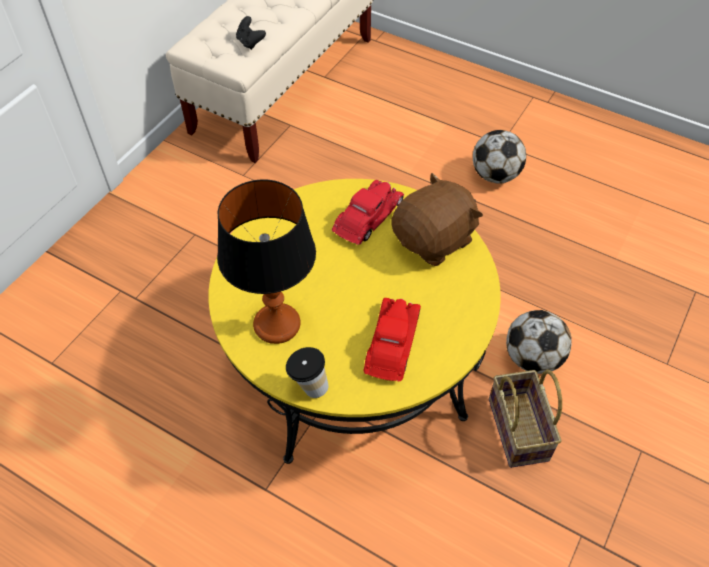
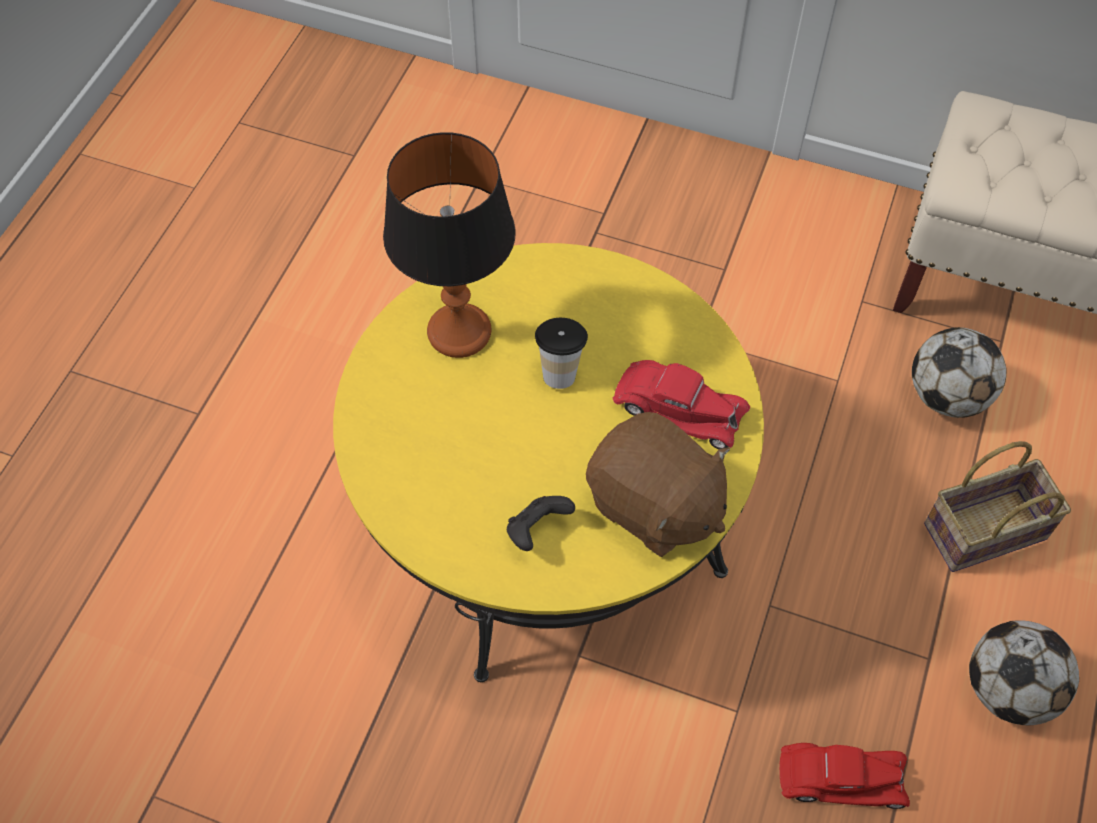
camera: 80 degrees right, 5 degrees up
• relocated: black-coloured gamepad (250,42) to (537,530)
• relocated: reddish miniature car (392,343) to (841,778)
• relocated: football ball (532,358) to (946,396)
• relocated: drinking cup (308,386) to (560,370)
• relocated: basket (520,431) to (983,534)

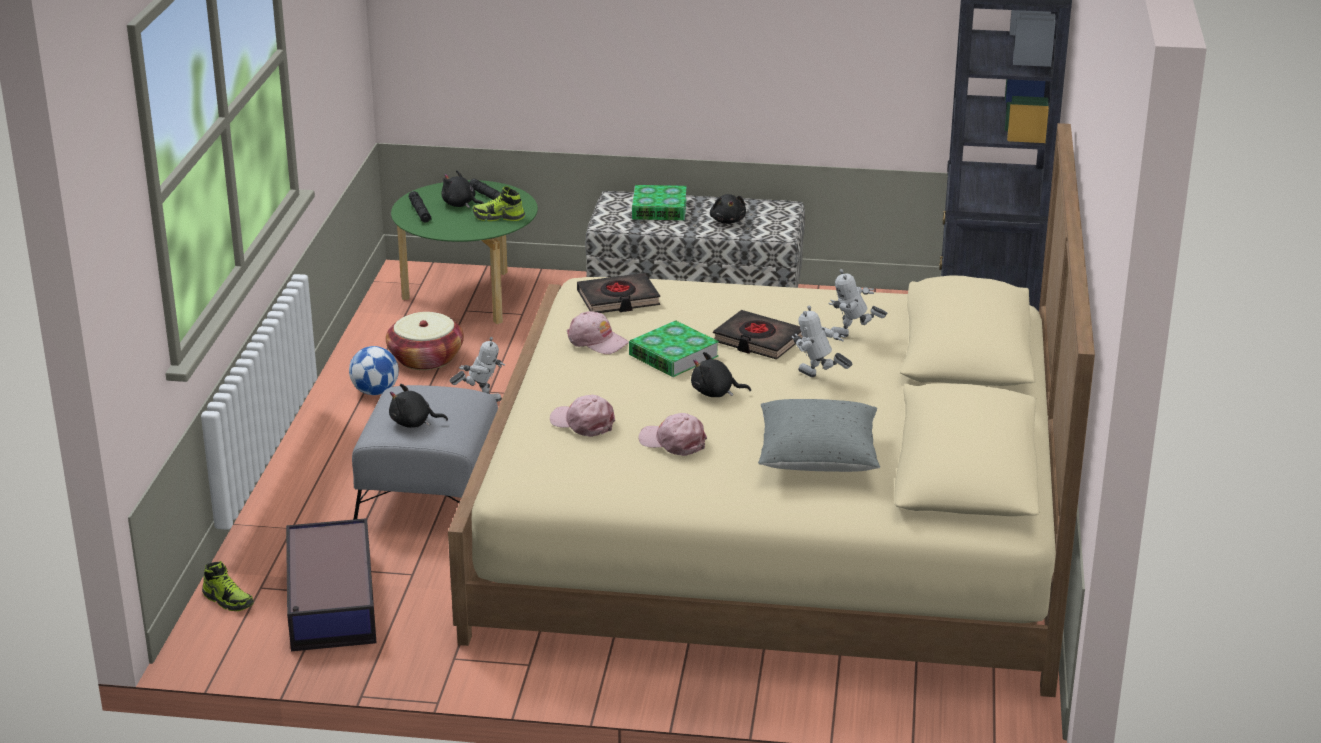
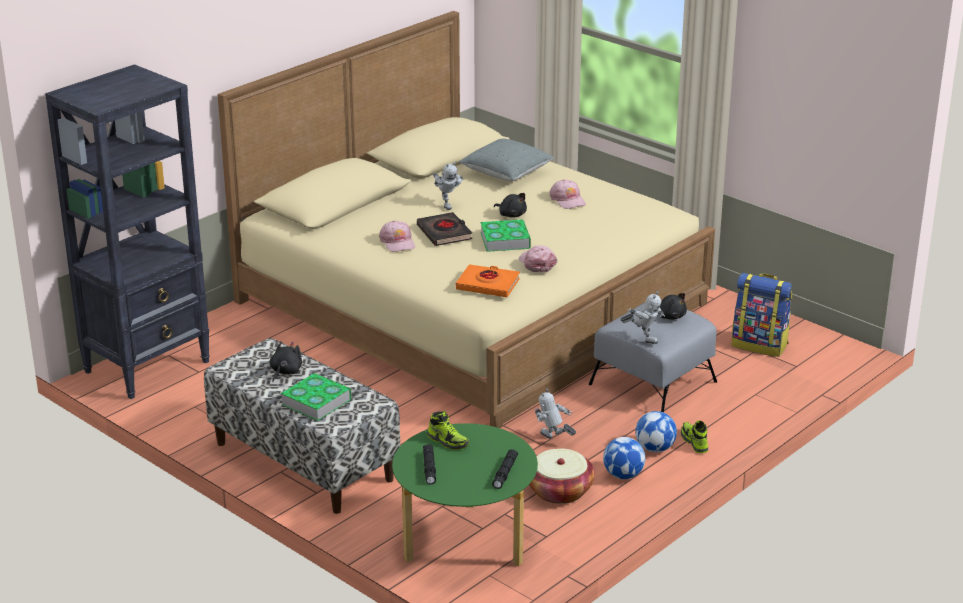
camera: 145 degrees left, 0 degrees up
• missing: black-coloured cuddly toy (460,204)
• relocated: robot figure (854,337) to (643,339)
• colour: black-coloured book (618,299) to orangey book (488,285)
• relocated: pink baseball cap (583,423) to (398,242)
• exchanged: storage container (331,602) to backpack (760,345)
• relocated: item of footwear (228,600) to (694,442)
• appeared: football ball (655,448)

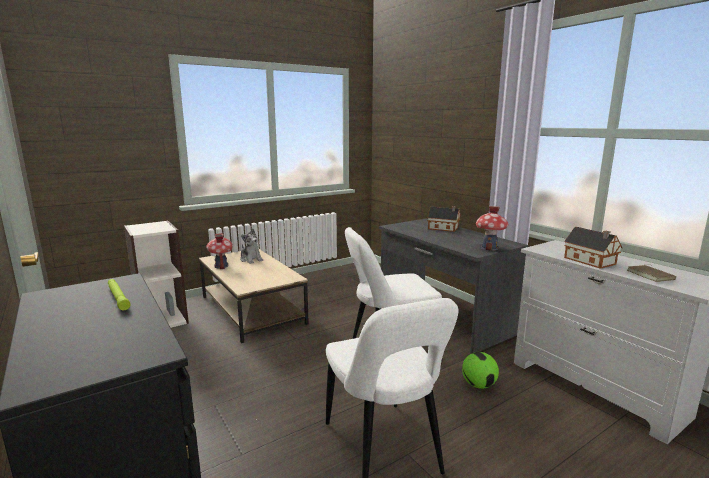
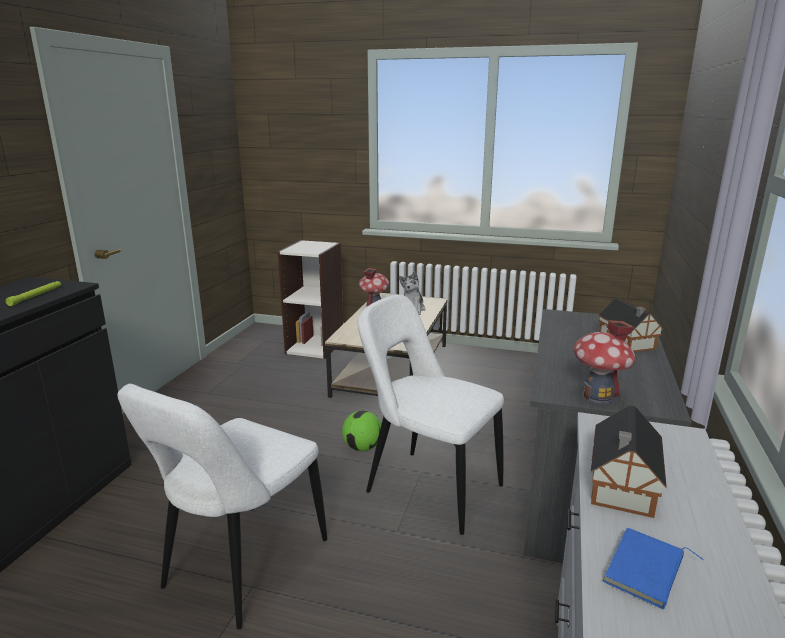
camera: 50 degrees right, 5 degrees up
• colour: brown-coloured book (651,275) to blue book (646,572)
• relocated: football ball (478,385) to (362,447)

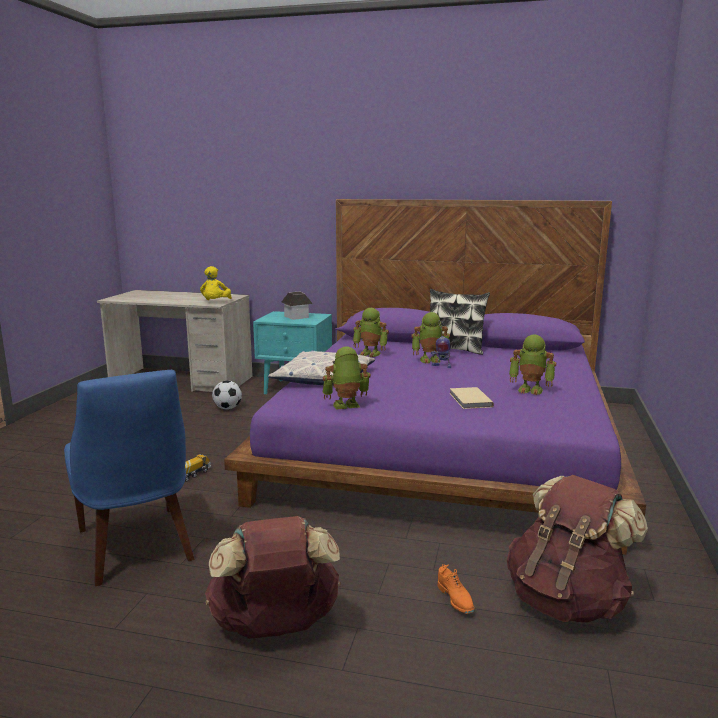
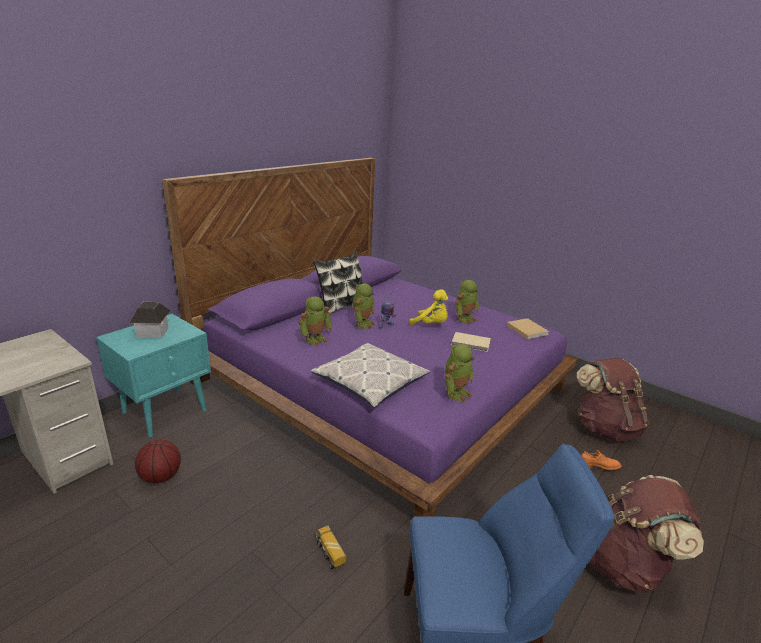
camera: 65 degrees left, 10 degrees up
• relocated: yellowish cuddly toy (215,303) to (431,325)
• spun: robot figure (346,406) = (456,393) 150 degrees counterclockwise
• exchanged: football ball (227,408) to basketball (160,476)
• appeared: beige-coloured book (526,329)

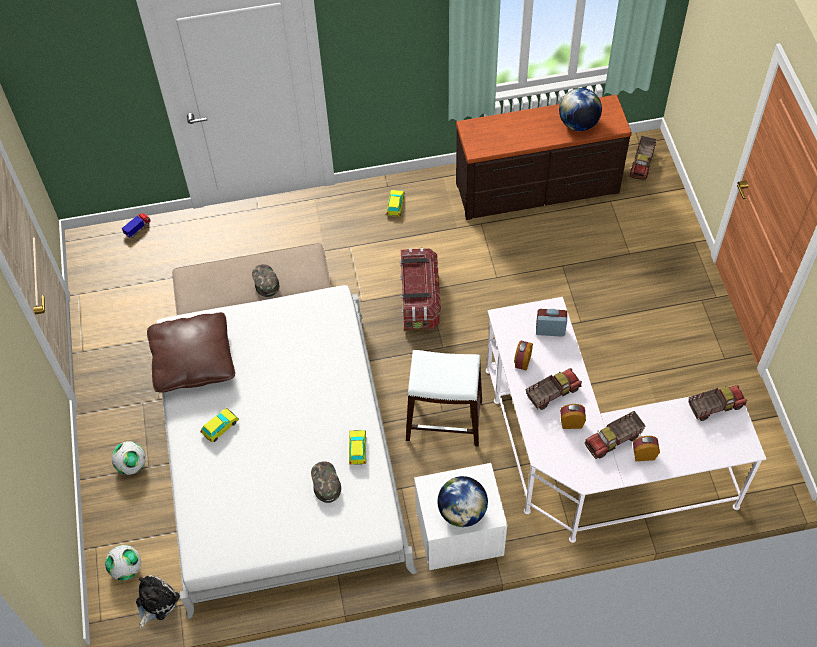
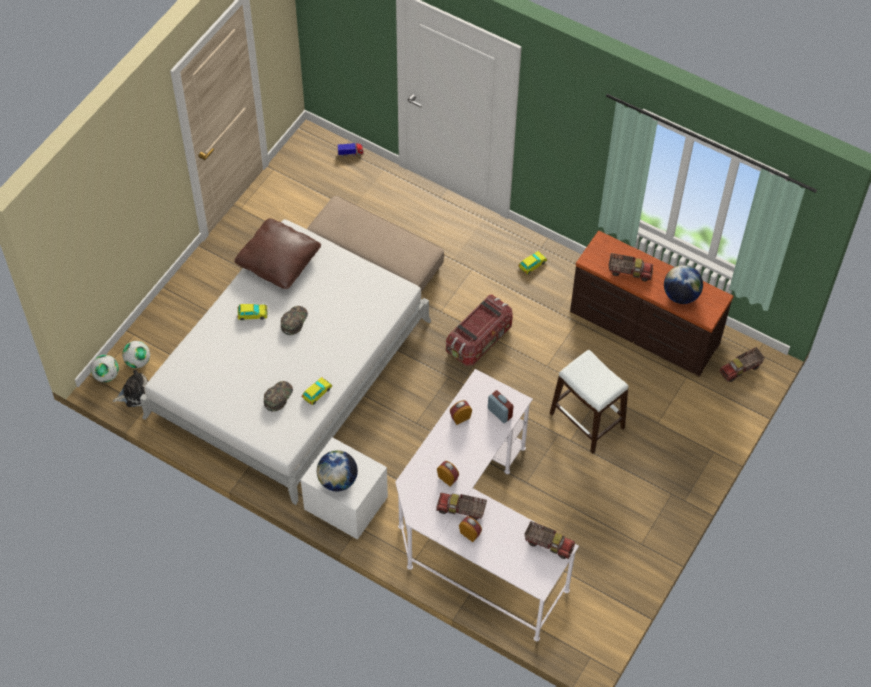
camera: 40 degrees right, 0 degrees up
• relocated: green baseball cap (265,281) to (293,321)
• relocated: white-coloured stool seat (444,420) to (587,420)
• relocated: model truck (552,393) to (629,271)
• relocated: football ball (132,465) to (106,375)

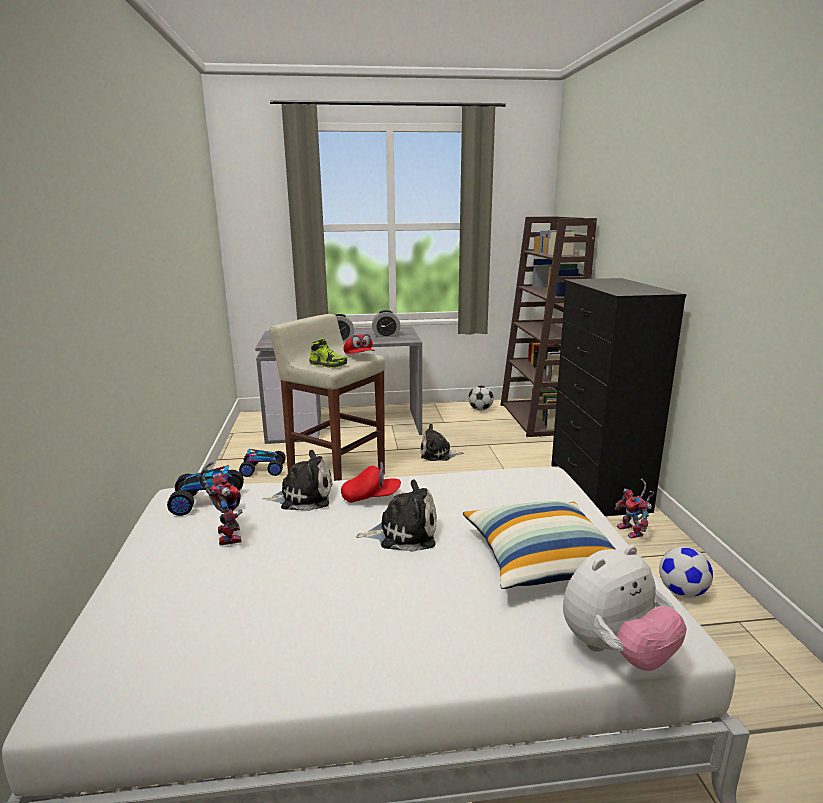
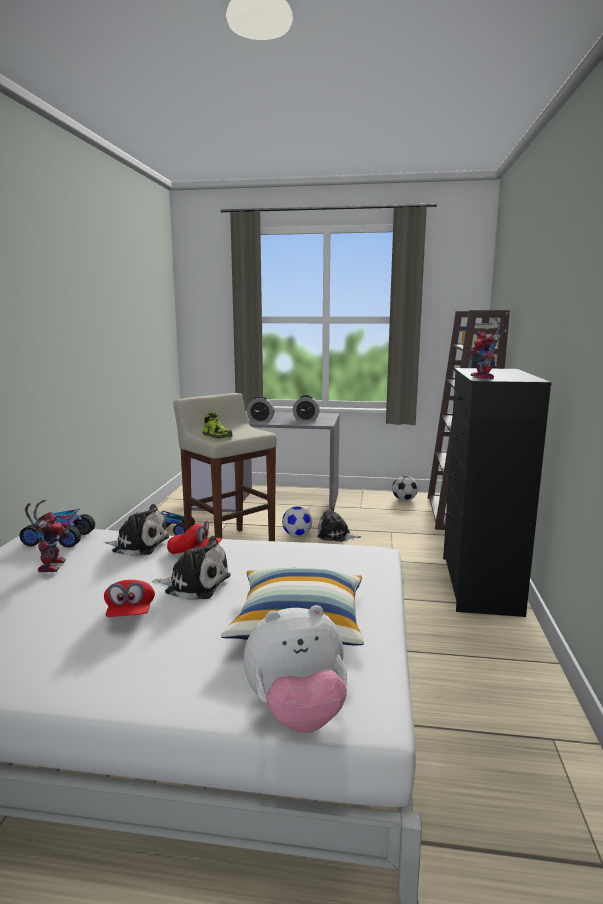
camera: 15 degrees right, 5 degrees down
• relocated: reddish baseball cap (359,356) to (130,614)
• relocated: robot figure (633,532) to (485,377)
• relocated: football ball (681,592) to (297,535)

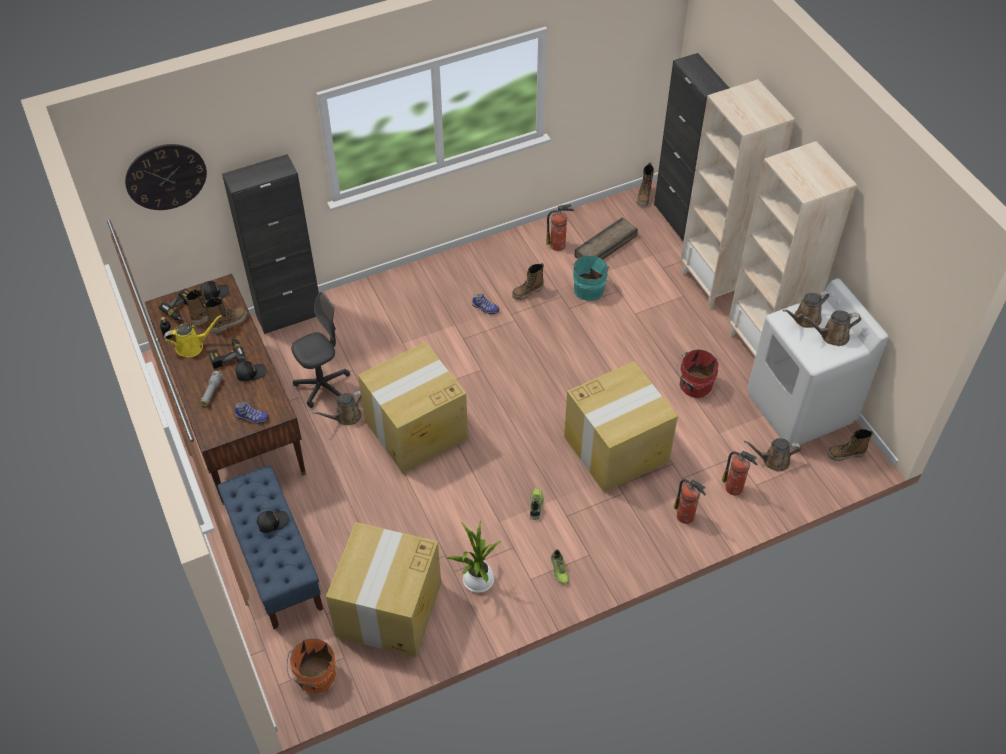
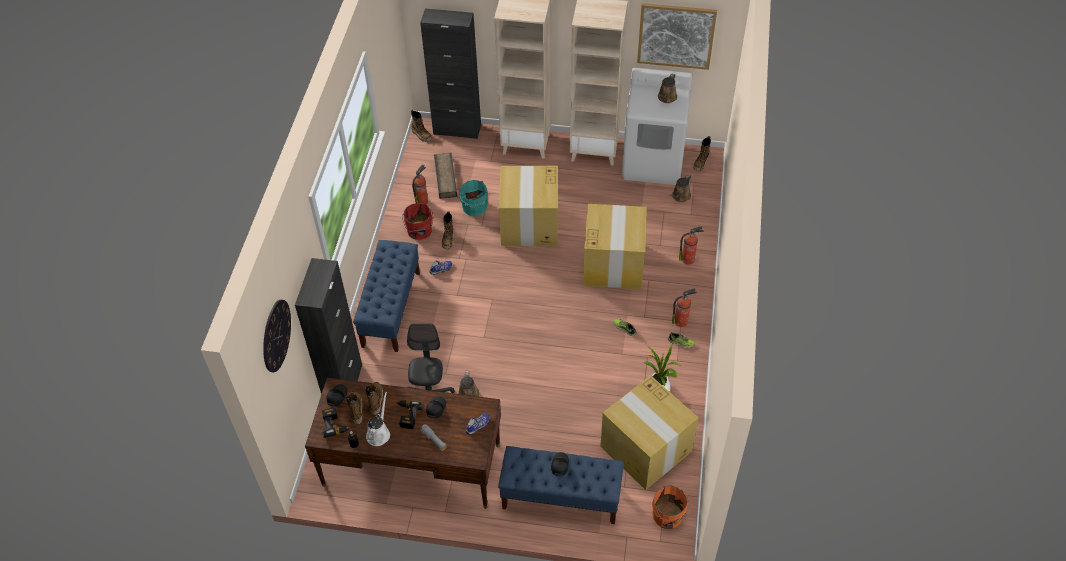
camera: 55 degrees left, 0 degrees up
• missing: brown-coloured sprinkling can (805,319)
• colour: yellowish sprinkling can (192,346) to white-coloured sprinkling can (379,433)
• relocated: packing box (415,430) to (529,225)
• relocated: reddish water bucket (694,385) to (419,231)
• relocated: fire-fighting cylinder (735,488) to (681,321)
• appeared: picture (676,35)
• appeared: blue long seat (391,309)

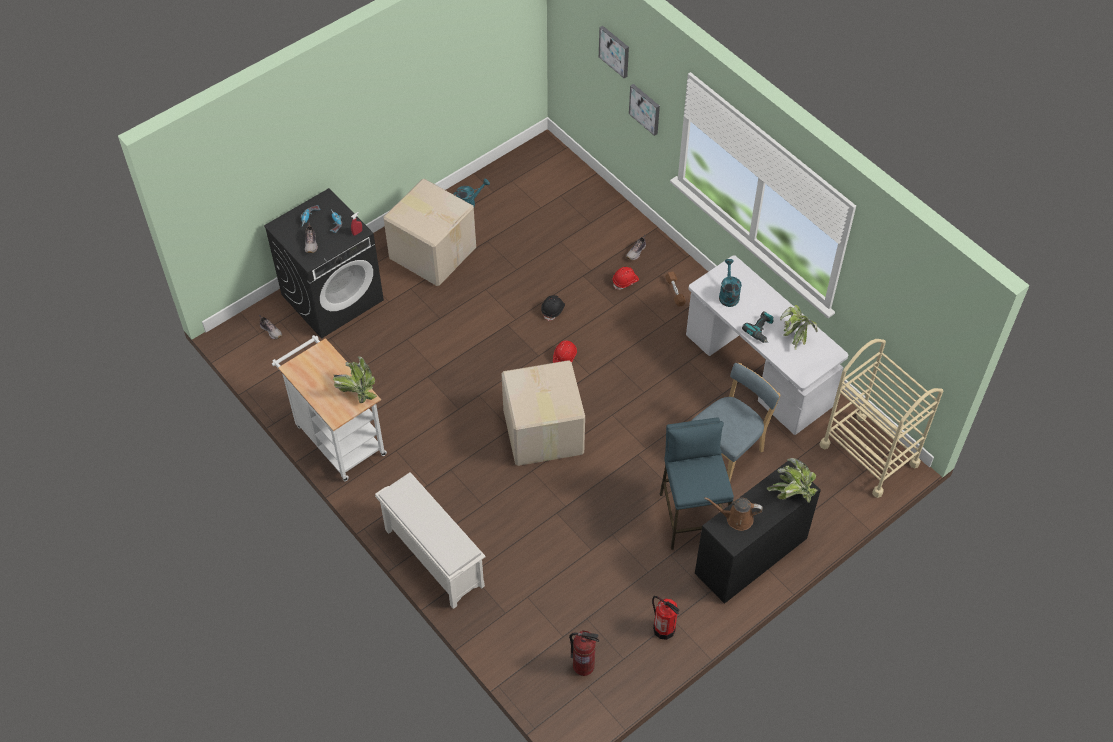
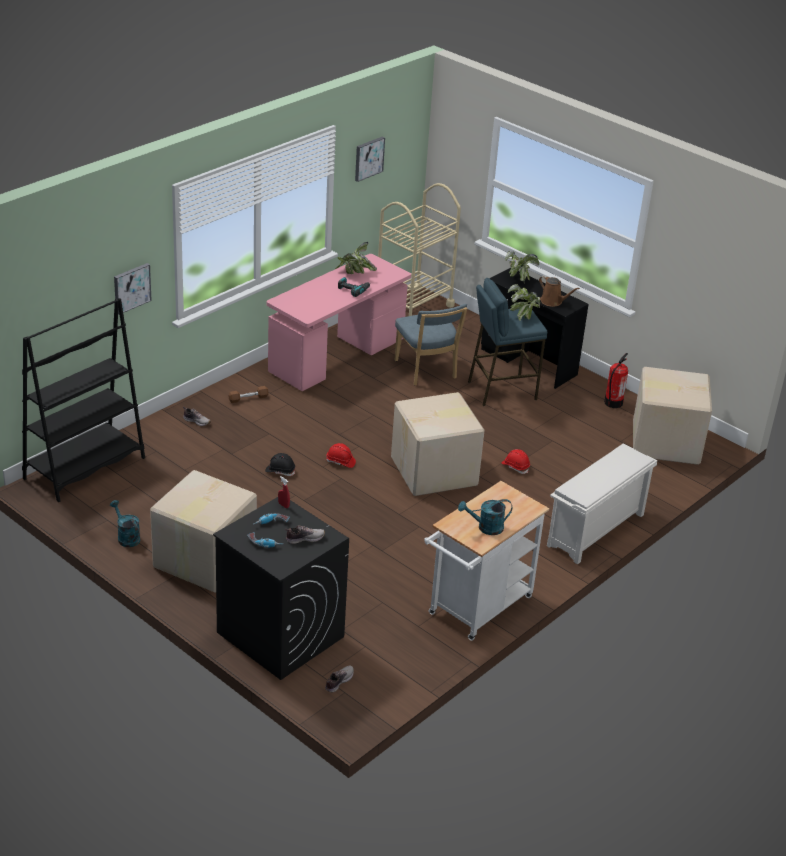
camera: 100 degrees left, 20 degrees down
• relocated: picture (615,51) to (368,158)
• colour: white-coloured desk table (757,371) to pink desk table (337,356)
• relocated: blue-green sprinkling can (728,294) to (485,528)
• relocated: reddish work helmet (625,281) to (515,466)
• relocated: plant in a pot (357,390) to (523,315)
• spun: blue upright chair (729,450) = (426,371) 150 degrees counterclockwise
• spun: brown-coloured sprinkling can (736,518) = (553,302) 45 degrees counterclockwise
• exchanged: fire-fighting cylinder (583,666) to packing box (664,441)
• appeared: black-coloured shelving unit (85,468)

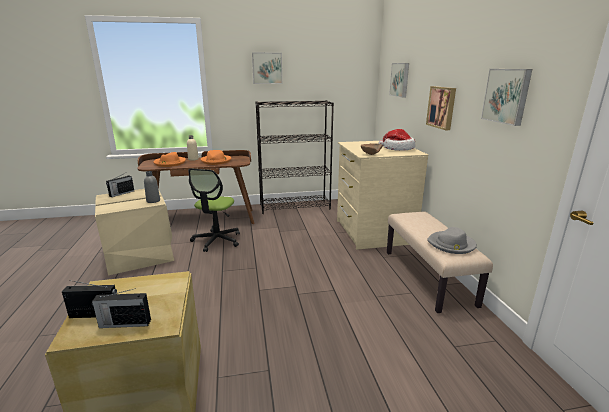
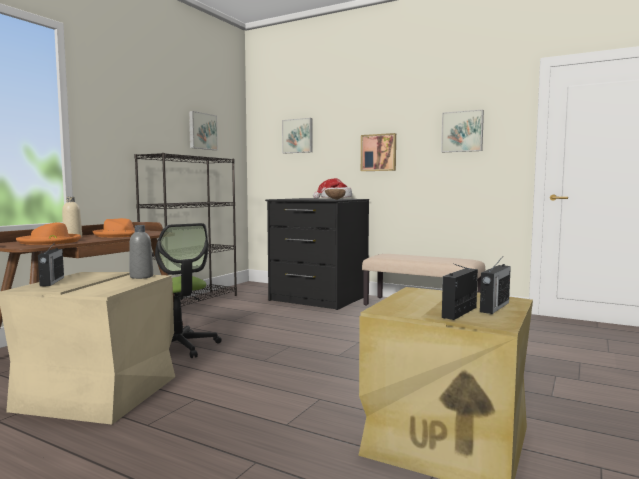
camera: 50 degrees left, 15 degrees down
• relocated: picture (267,68) to (202,131)
• colour: beige-coloured dresser (373,232) to black-coloured dresser (318,298)
• missing: grey wearable hat (451,244)

